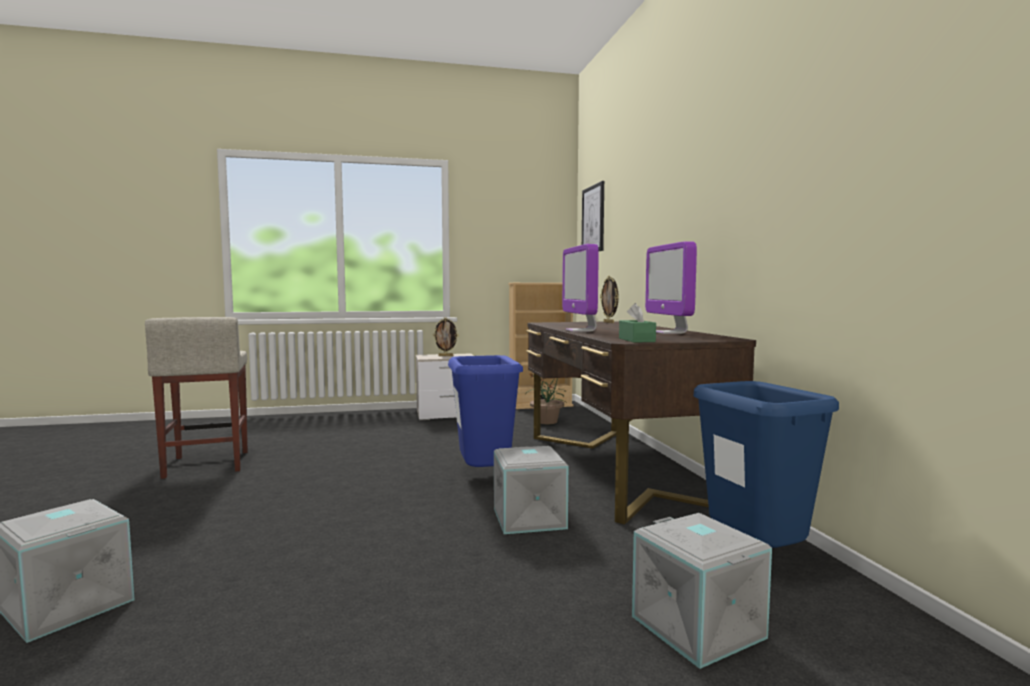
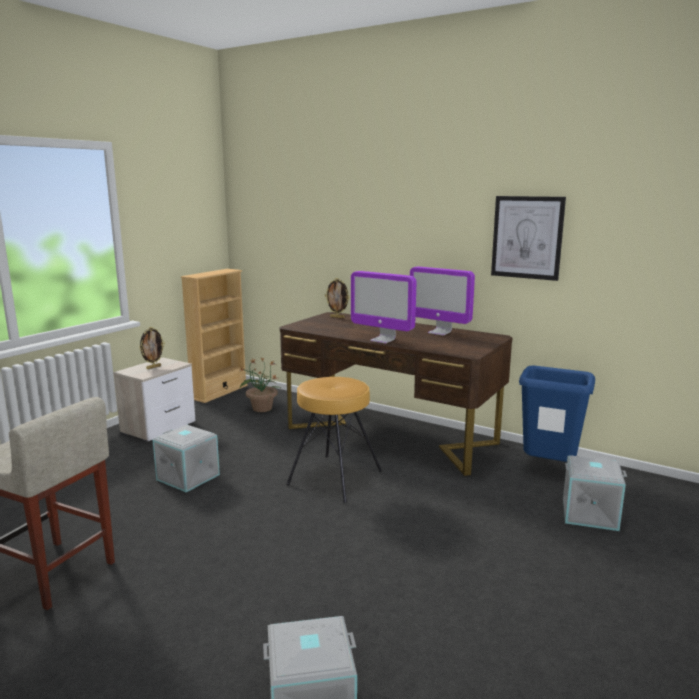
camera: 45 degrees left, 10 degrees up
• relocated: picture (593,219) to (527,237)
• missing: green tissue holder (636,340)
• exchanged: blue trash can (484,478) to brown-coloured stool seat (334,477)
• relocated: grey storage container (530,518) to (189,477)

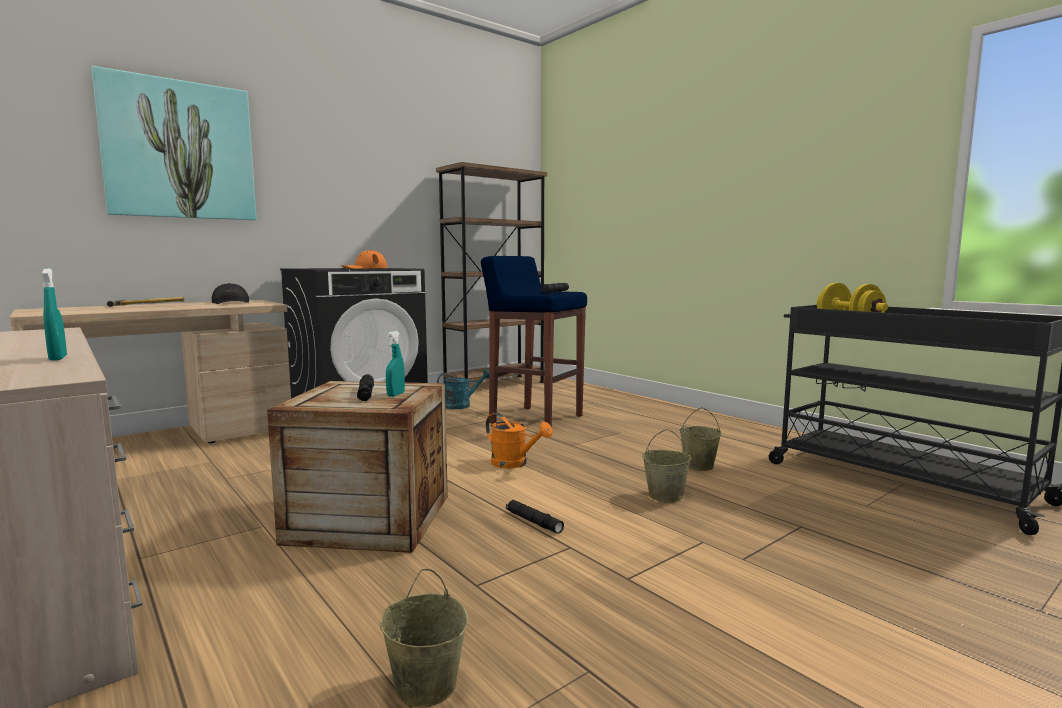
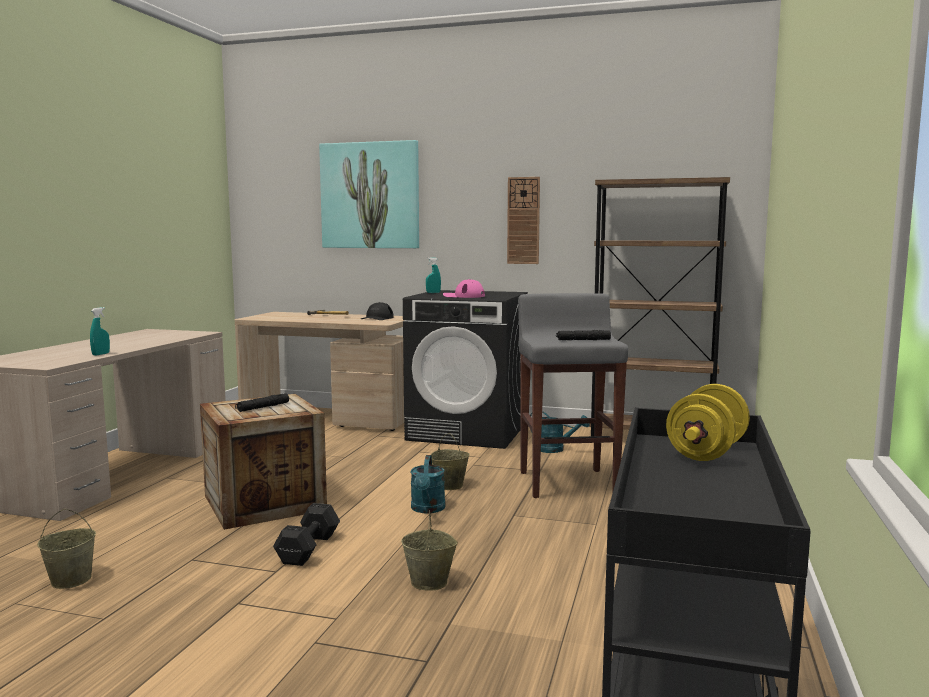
camera: 55 degrees right, 0 degrees up
• colour: orangey baseball cap (364,268) to pink baseball cap (463,296)
• colour: blue stool seat (535,419) to grey stool seat (567,483)
• relocated: blue-green spray bottle (396,395) to (433,293)
• relocated: beige-coloured water bucket (698,466) to (449,486)
• colour: orangey sprinkling can (515,464) to blue-green sprinkling can (427,509)
• exchanged: black-coloured torch (533,522) to black-coloured dumbbell (310,548)
• appeared: clock on the wall (523,220)

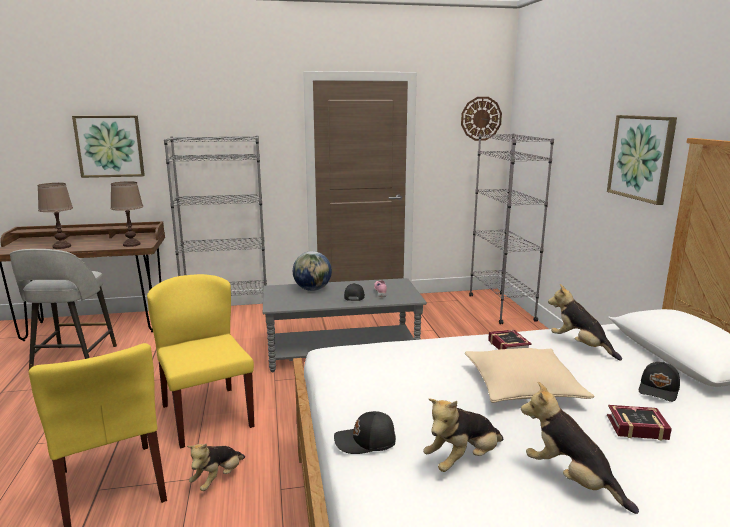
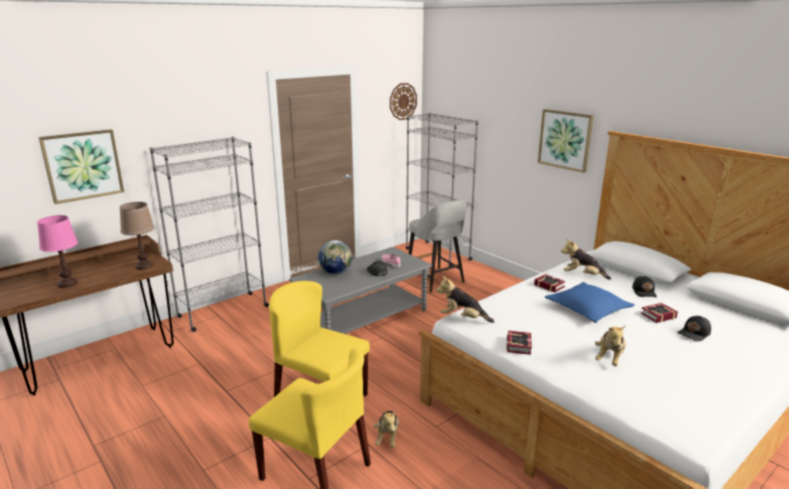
camera: 30 degrees left, 5 degrees up
• colour: brown-coloured lamp for a table (62,246) to pink lamp for a table (68,284)
• relocated: grey stool seat (73,360) to (436,280)
• colour: beige-coloured cushion (523,387) to blue cushion (587,309)
• relocated: cuddly toy (571,480) to (463,318)
• relocated: black-coloured baseball cap (366,442) to (694,334)
• appeared: book (519,345)

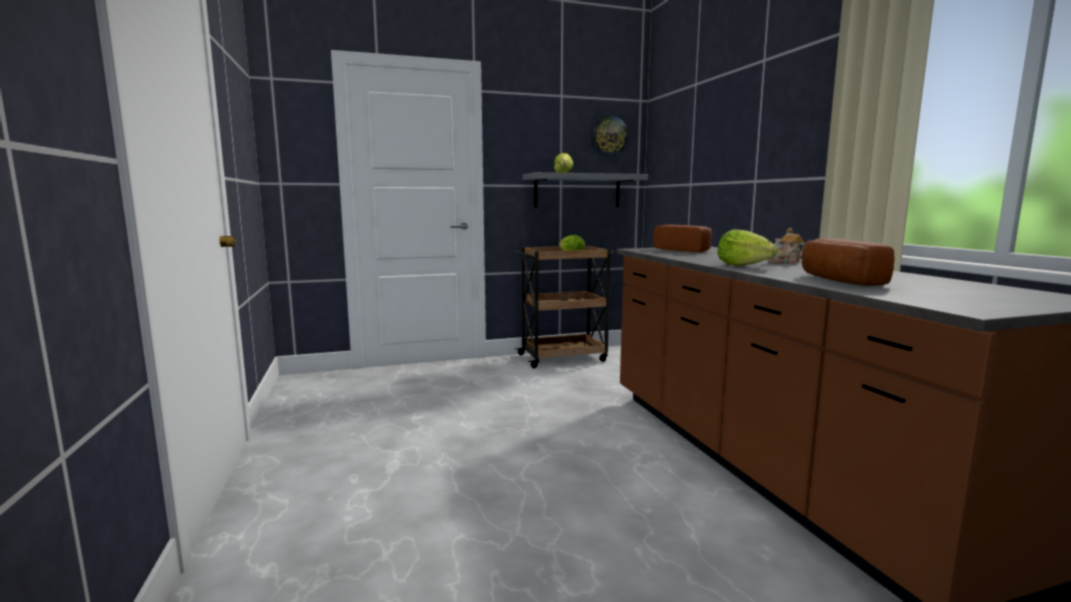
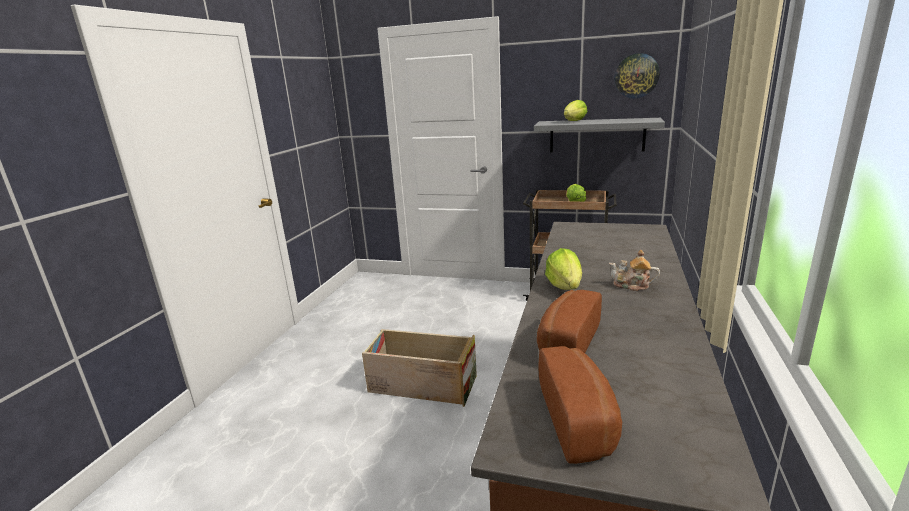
camera: 35 degrees right, 10 degrees up
• relocated: bakery bread (684,250) to (580,419)
• appeared: crate (421,384)

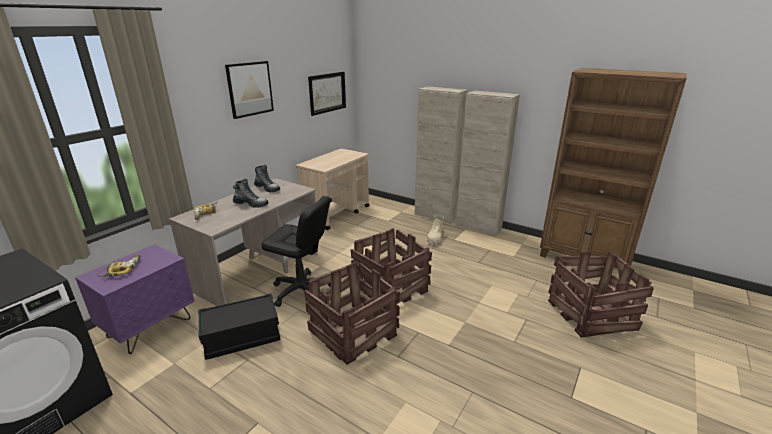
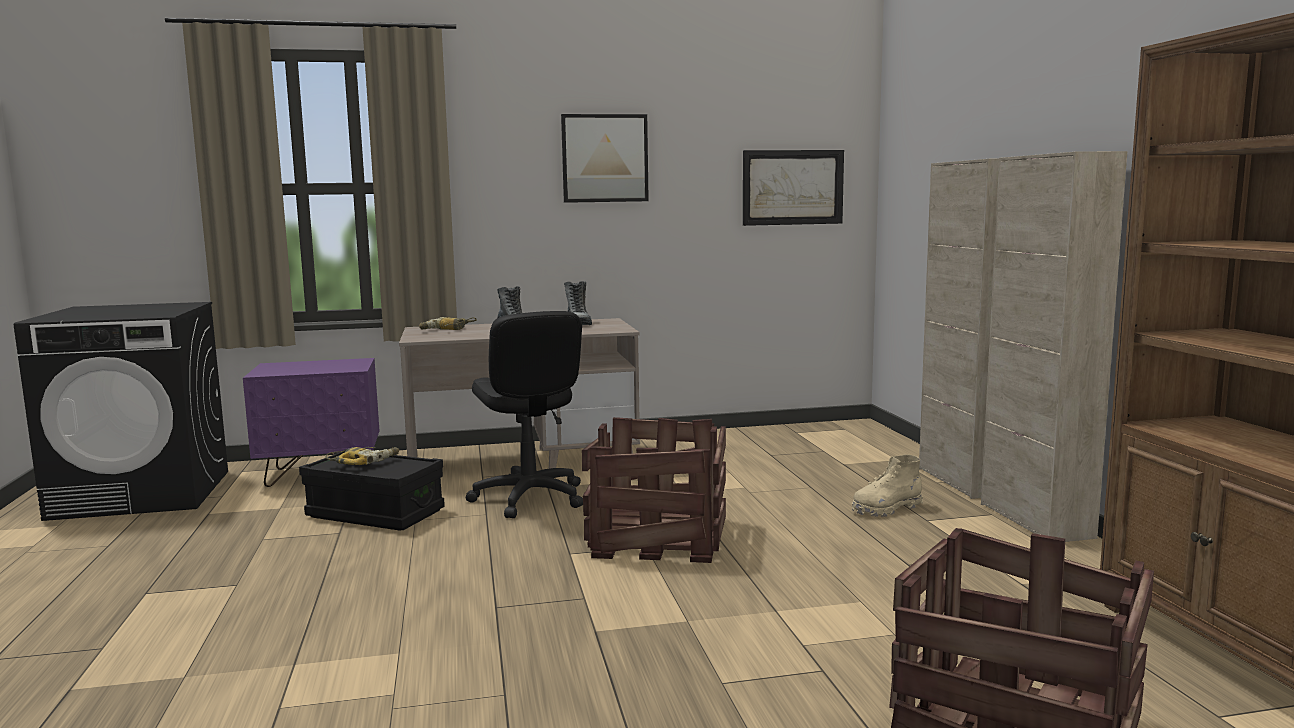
camera: 45 degrees right, 15 degrees down
• missing: beige-coloured cart (337,213)
• relocated: electric drill (122,269) to (364,461)
• missing: crate (354,331)

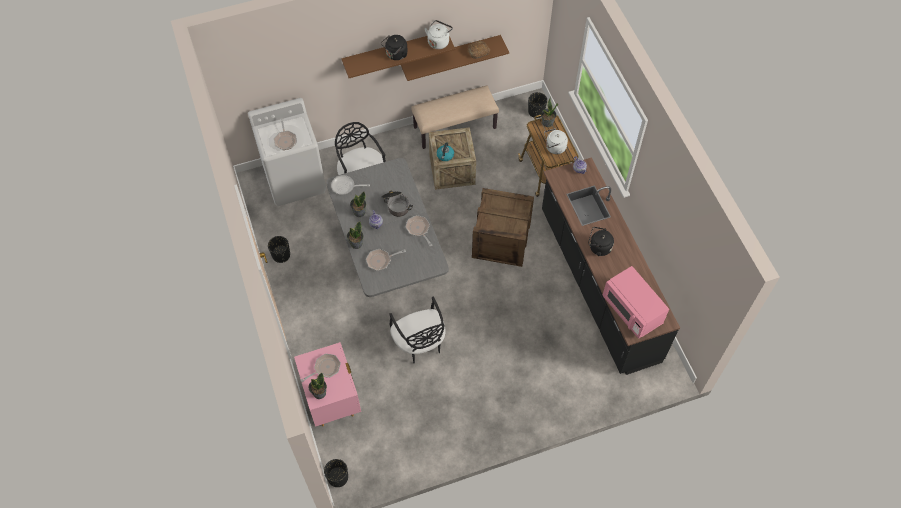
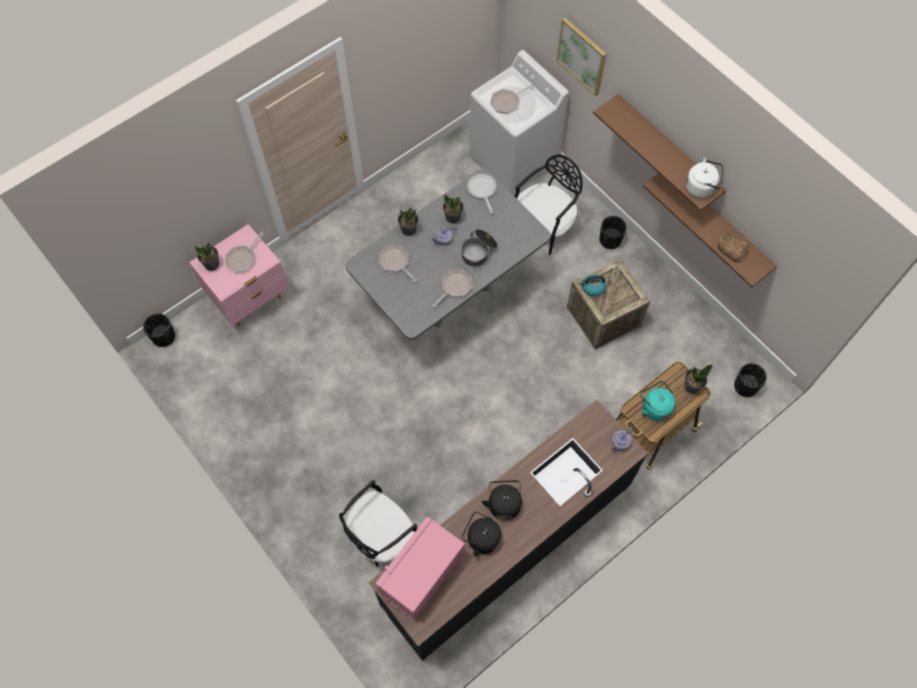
camera: 70 degrees right, 5 degrees up
• relocated: black-coloured water kettle (395,55) to (481,538)
• missing: beige-coloured long seat (455,127)
• colour: white-coloured water kettle (554,148) to blue-green water kettle (654,407)
• missing: crate (501,241)
• relocated: black-coloured flower pot (281,255) to (610,240)
• relocated: black-coloured upright chair (419,343) to (382,537)
• spun: frying pan (325,368) = (243,258) 90 degrees clockwise
• appeared: picture (582,56)

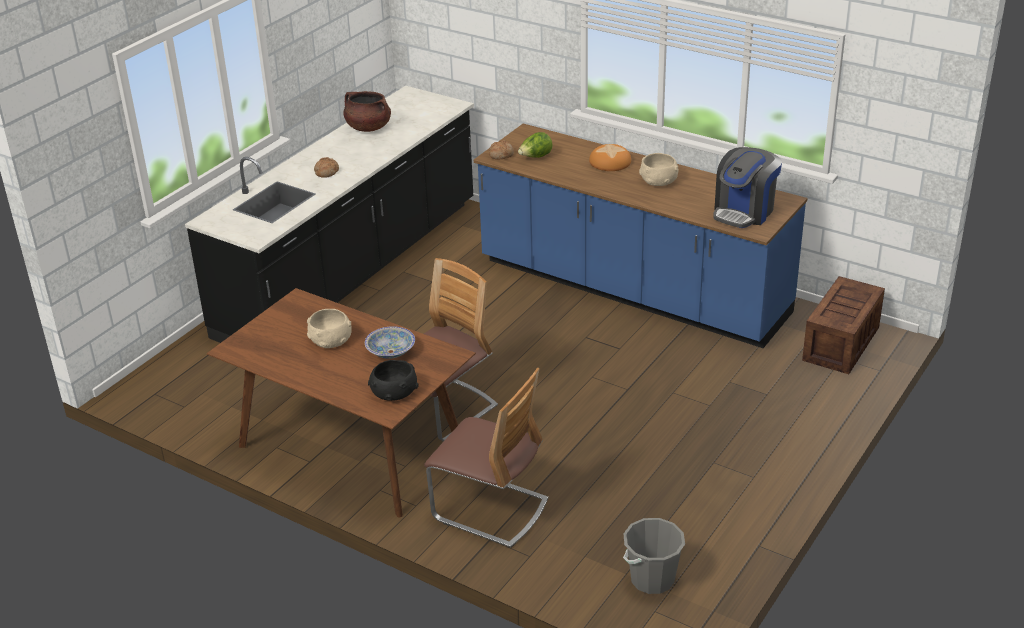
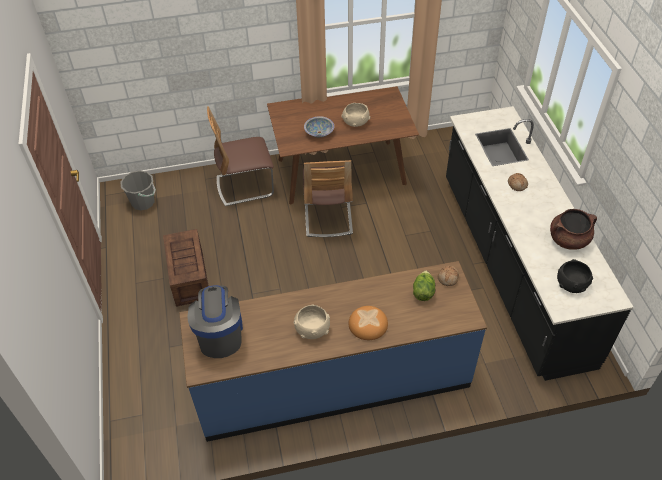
camera: 135 degrees right, 15 degrees up
• relocated: crate (840,344) to (189,277)
• relocated: black-coloured bowl (394,392) to (571,282)

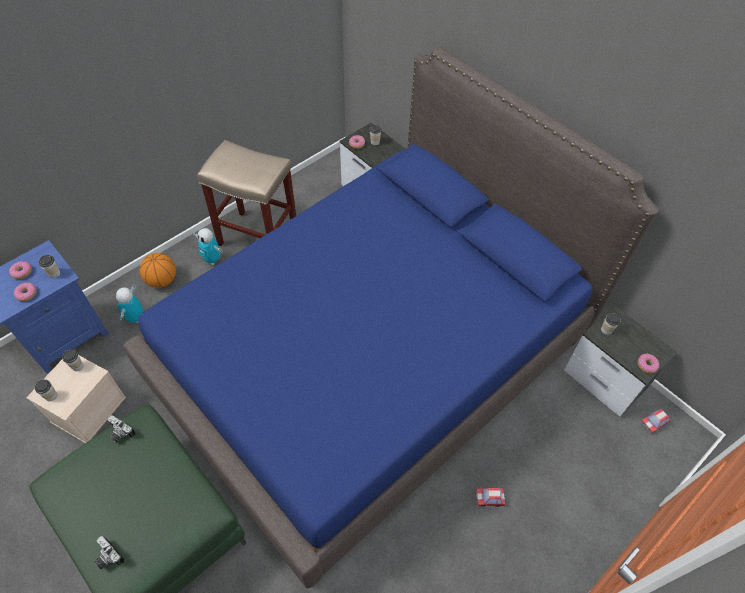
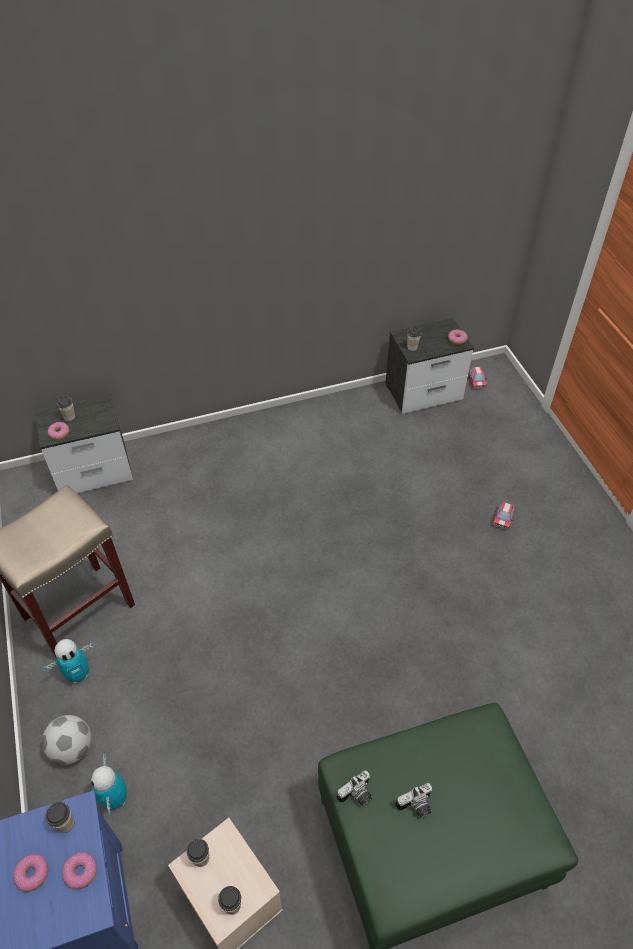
camera: 65 degrees left, 5 degrees down
• missing: blue bedroom bed (371,360)
• exchanged: basketball (162,280) to football ball (72,748)
• spun: robot figure (136,318) = (115,799) 45 degrees clockwise
• relocated: still camera (107,557) to (416,807)

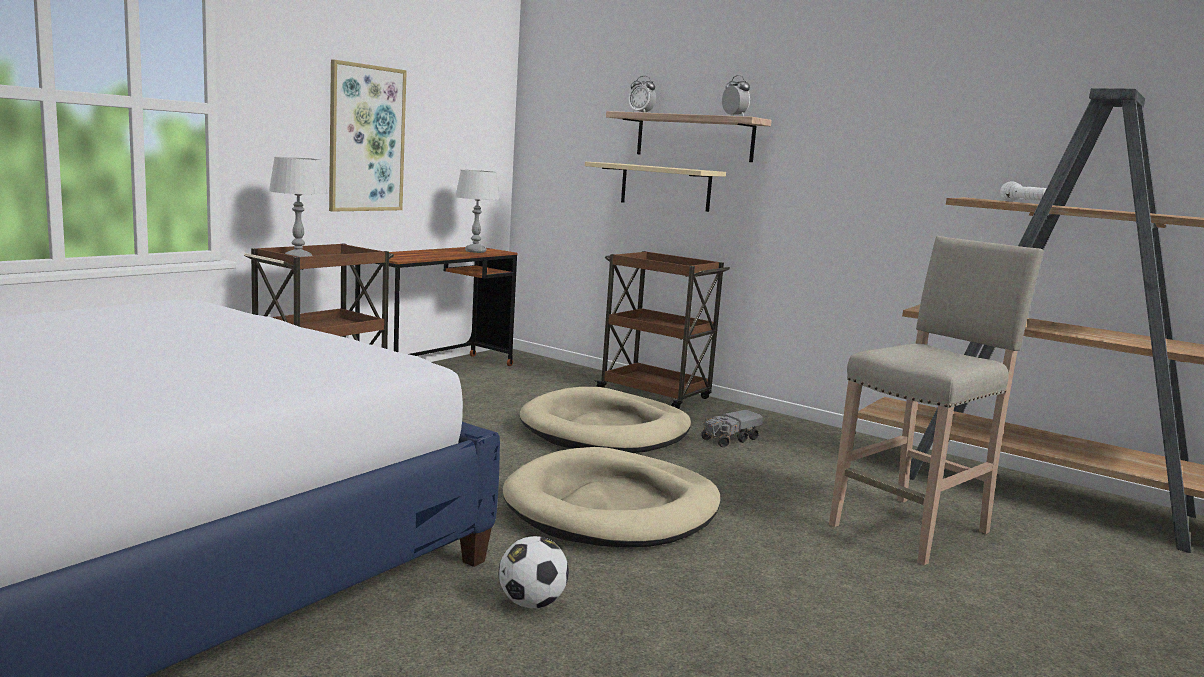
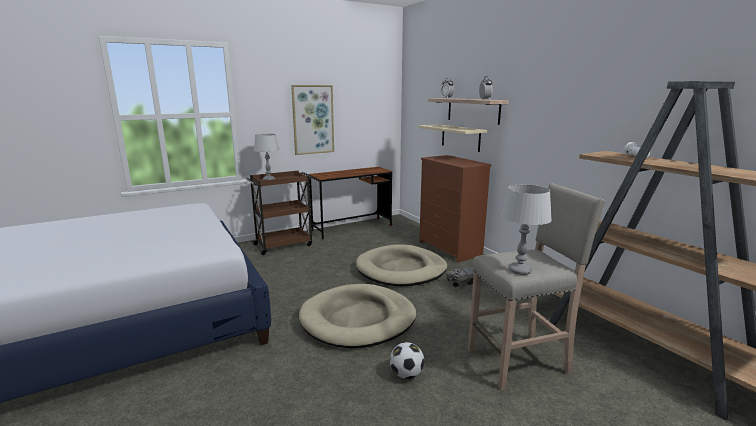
camera: 25 degrees right, 5 degrees up
• relocated: grey lamp for a table (475,251) to (519,271)
• exchanged: brown-coloured cart (655,395) to brown-coloured dresser (449,249)
• relocated: football ball (531,603) to (406,374)

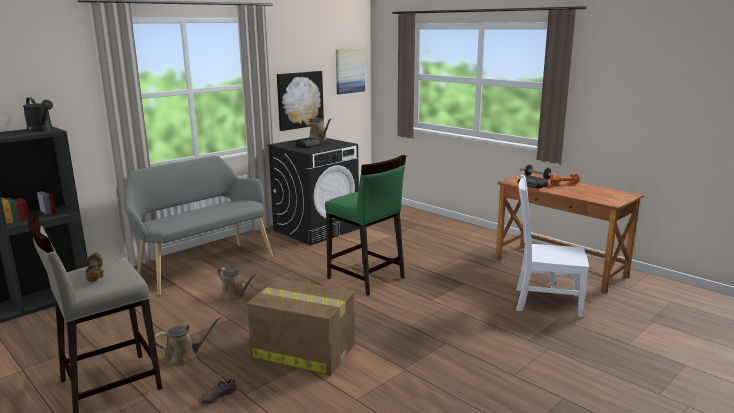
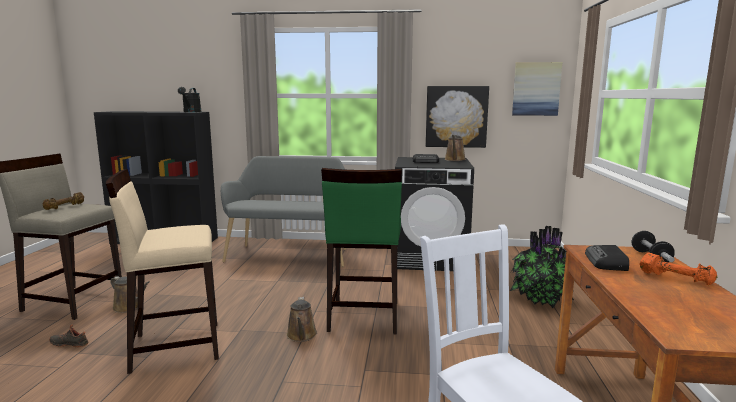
camera: 50 degrees right, 5 degrees down
• relocated: brown-coloured sprinkling can (235,295) to (301,336)
• exchanged: packing box (302,351) to beige-coloured stool seat (175,346)
• appeared: plant in a pot (541,299)

